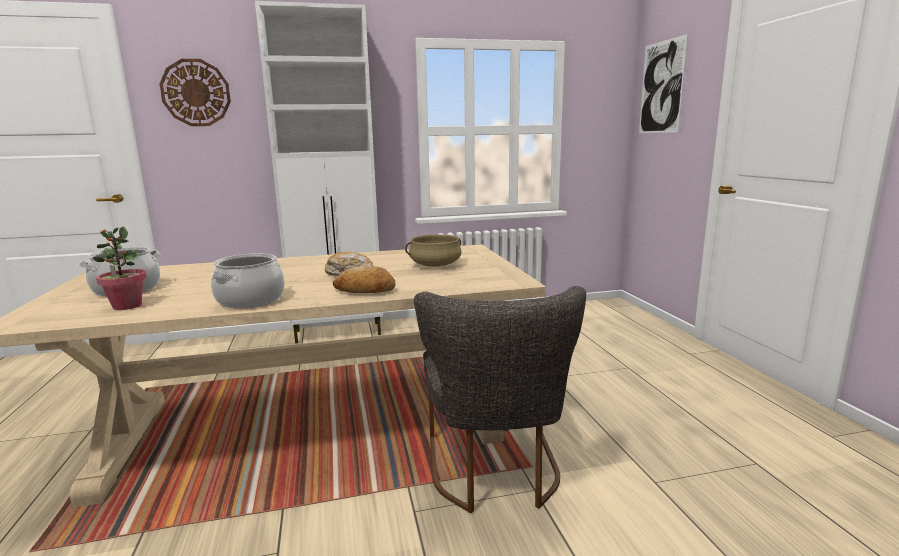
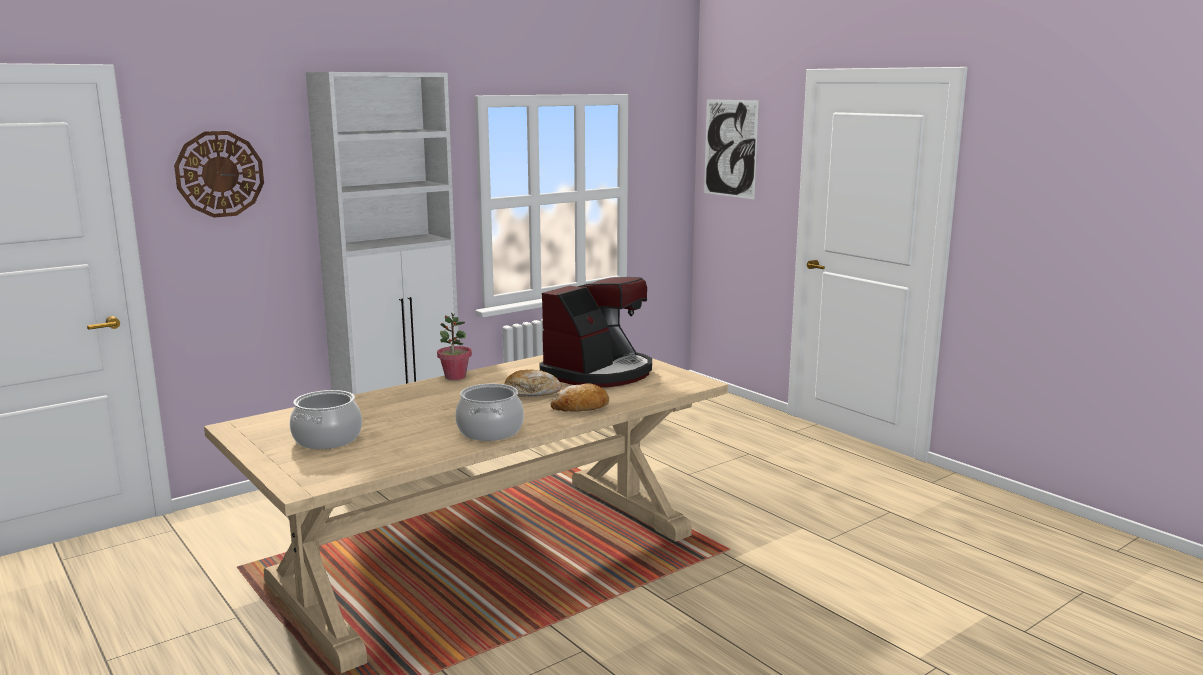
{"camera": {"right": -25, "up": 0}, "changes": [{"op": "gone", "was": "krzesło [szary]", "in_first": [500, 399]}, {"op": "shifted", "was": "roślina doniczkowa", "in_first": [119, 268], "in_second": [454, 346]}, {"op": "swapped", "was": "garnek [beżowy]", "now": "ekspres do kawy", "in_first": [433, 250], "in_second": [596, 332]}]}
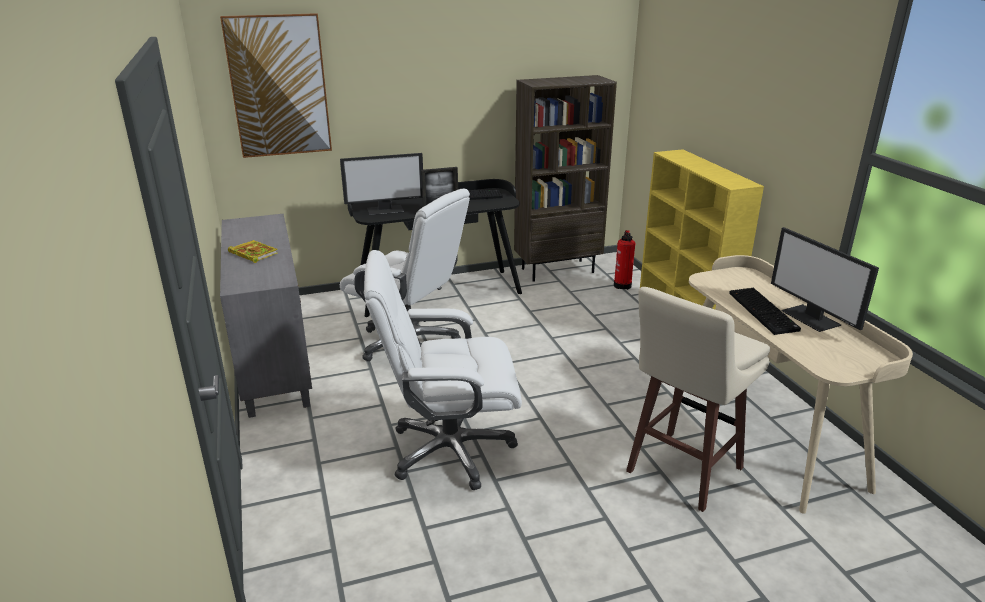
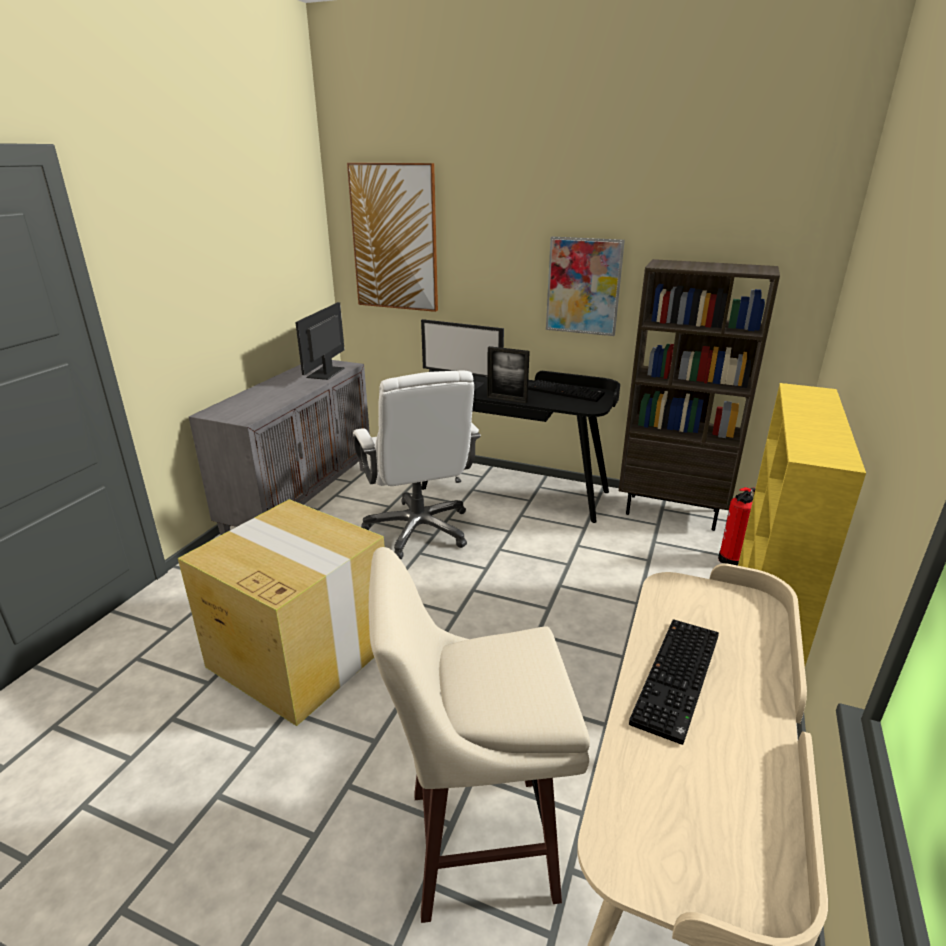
{"camera": {"right": 40, "up": 0}, "changes": [{"op": "gone", "was": "książka", "in_first": [252, 251]}, {"op": "new", "now": "obraz", "in_second": [585, 286]}, {"op": "shifted", "was": "monitor", "in_first": [825, 279], "in_second": [320, 341]}, {"op": "swapped", "was": "krzesło biurowe [biały]", "now": "karton", "in_first": [443, 370], "in_second": [281, 612]}]}
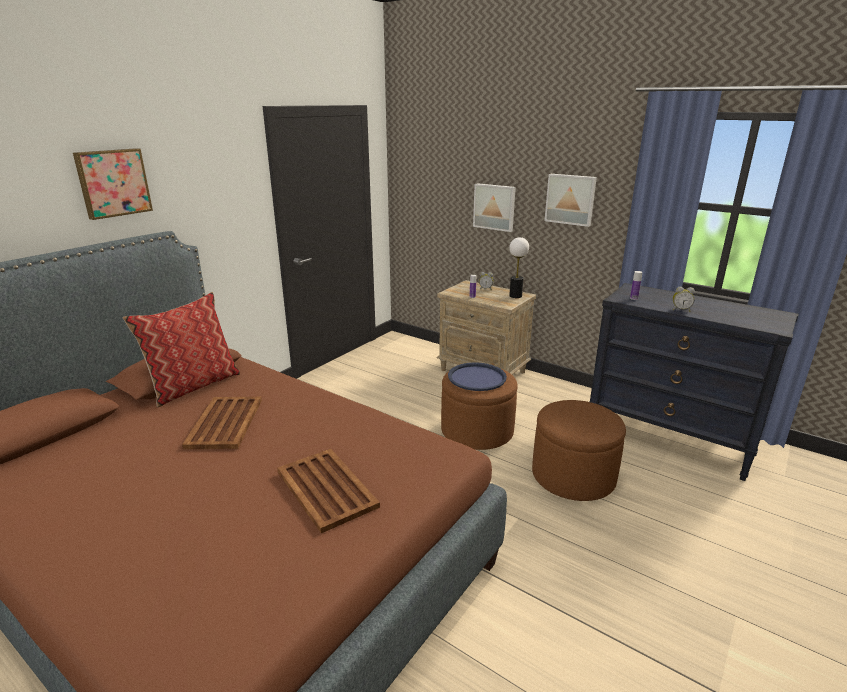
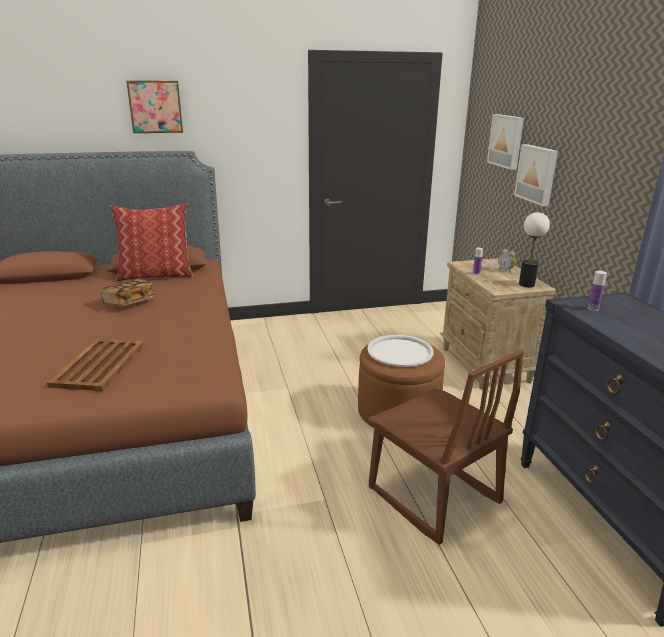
{"camera": {"right": 40, "up": 0}, "changes": [{"op": "gone", "was": "budzik", "in_first": [684, 299]}, {"op": "shifted", "was": "obraz", "in_first": [570, 200], "in_second": [505, 142]}, {"op": "swapped", "was": "taca [brązowy]", "now": "książka", "in_first": [222, 423], "in_second": [127, 292]}, {"op": "swapped", "was": "pufa [brązowy]", "now": "krzesło [brązowy]", "in_first": [579, 450], "in_second": [446, 447]}, {"op": "repainted", "was": "taca [niebieski]", "now": "taca [biały]", "in_first": [477, 376], "in_second": [400, 351]}]}
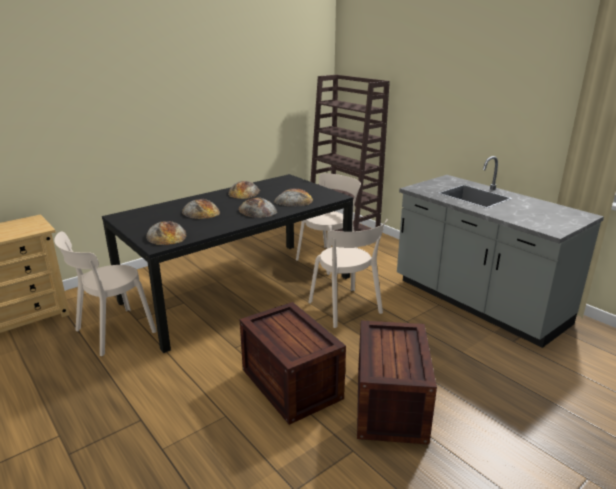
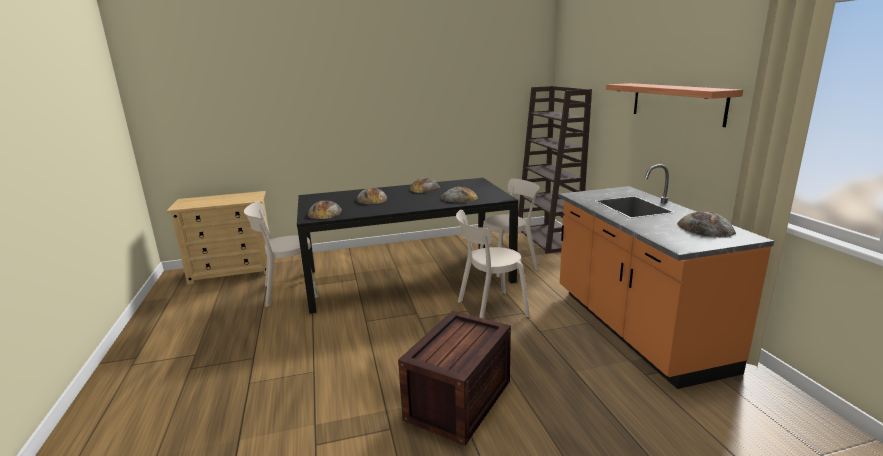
{"camera": {"right": 25, "up": -5}, "changes": [{"op": "gone", "was": "skrzynka", "in_first": [293, 363]}, {"op": "new", "now": "półka", "in_second": [674, 105]}, {"op": "shifted", "was": "chleb", "in_first": [257, 207], "in_second": [706, 224]}, {"op": "repainted", "was": "zabudowa kuchenna [szary]", "now": "zabudowa kuchenna [pomarańczowy]", "in_first": [500, 252], "in_second": [666, 276]}, {"op": "rotated", "was": "krzesło [beżowy]", "in_first": [348, 273], "in_second": [493, 264], "clockwise": 75}]}
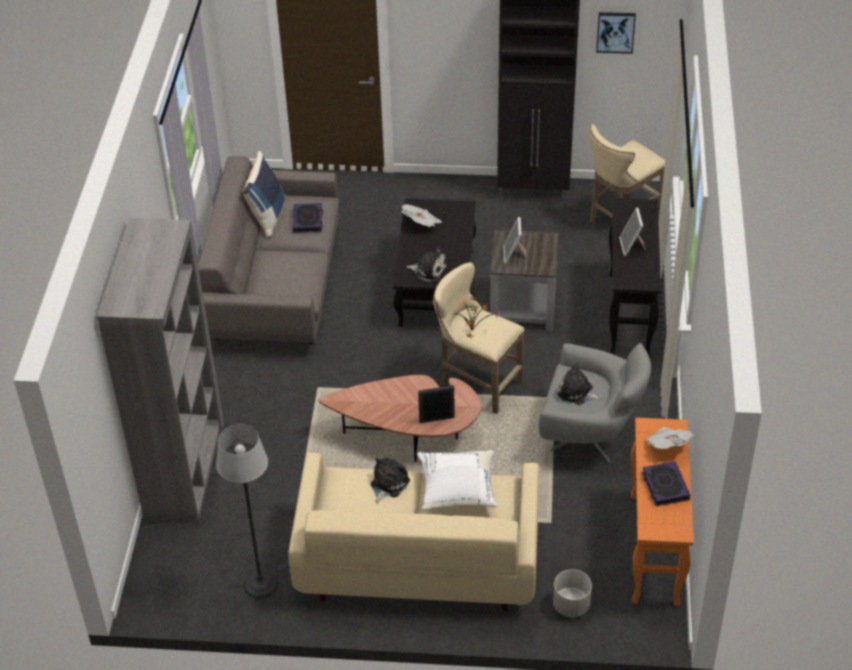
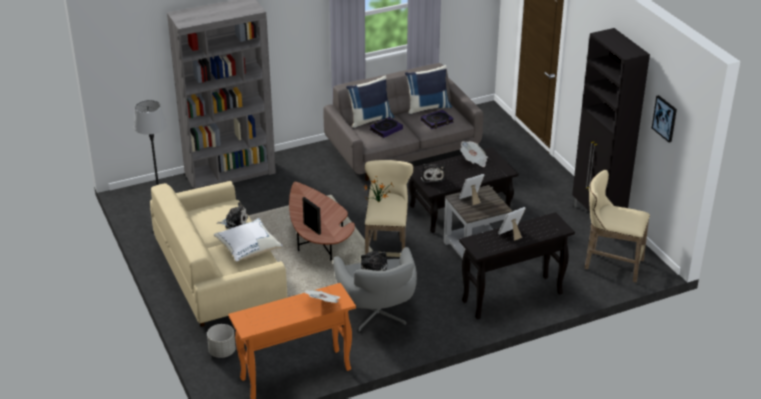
{"camera": {"right": 60, "up": -10}, "changes": [{"op": "new", "now": "poduszka [niebieski]", "in_second": [370, 102]}, {"op": "shifted", "was": "książka", "in_first": [666, 483], "in_second": [386, 127]}]}
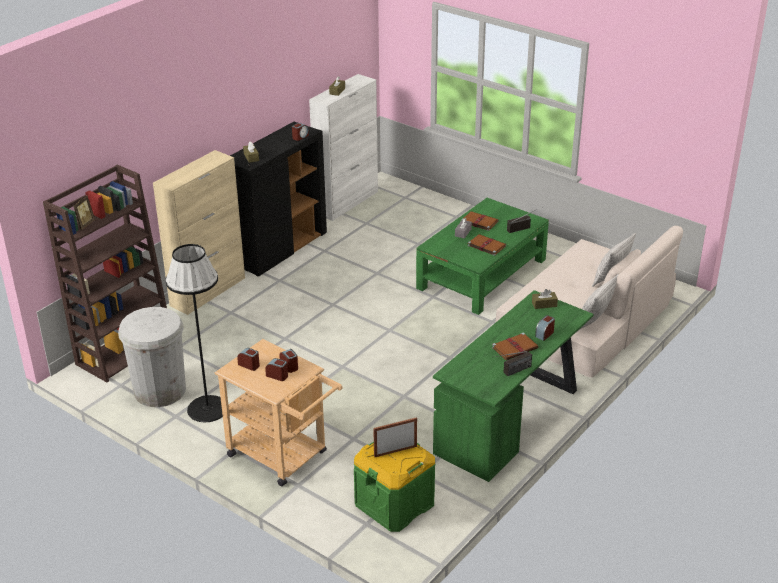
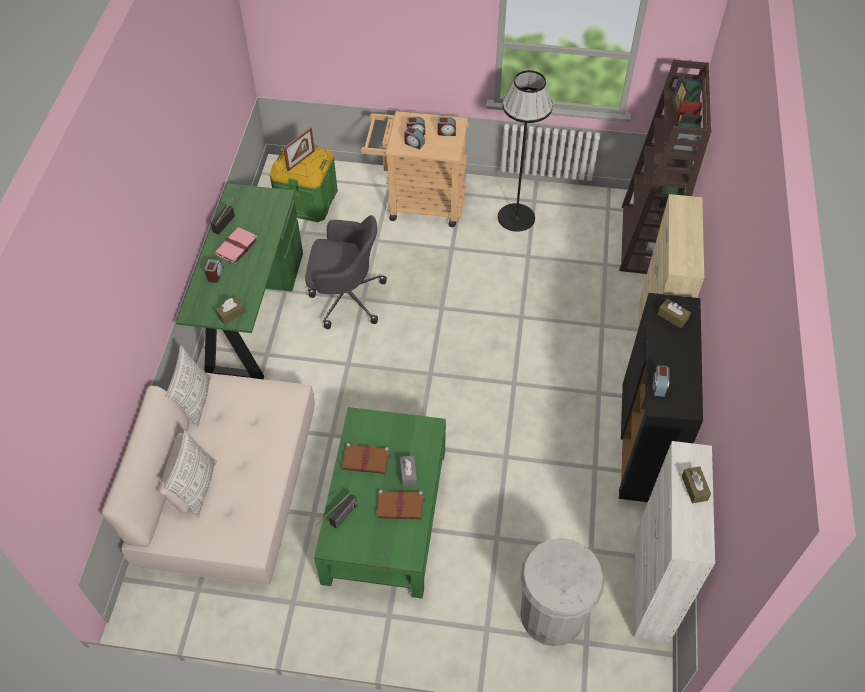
{"camera": {"right": 150, "up": 20}, "changes": [{"op": "new", "now": "krzesło biurowe [szary]", "in_second": [346, 272]}, {"op": "shifted", "was": "kosz na śmieci [biały]", "in_first": [152, 357], "in_second": [562, 592]}, {"op": "repainted", "was": "książka [brązowy]", "now": "książka [różowy]", "in_first": [515, 346], "in_second": [236, 246]}]}
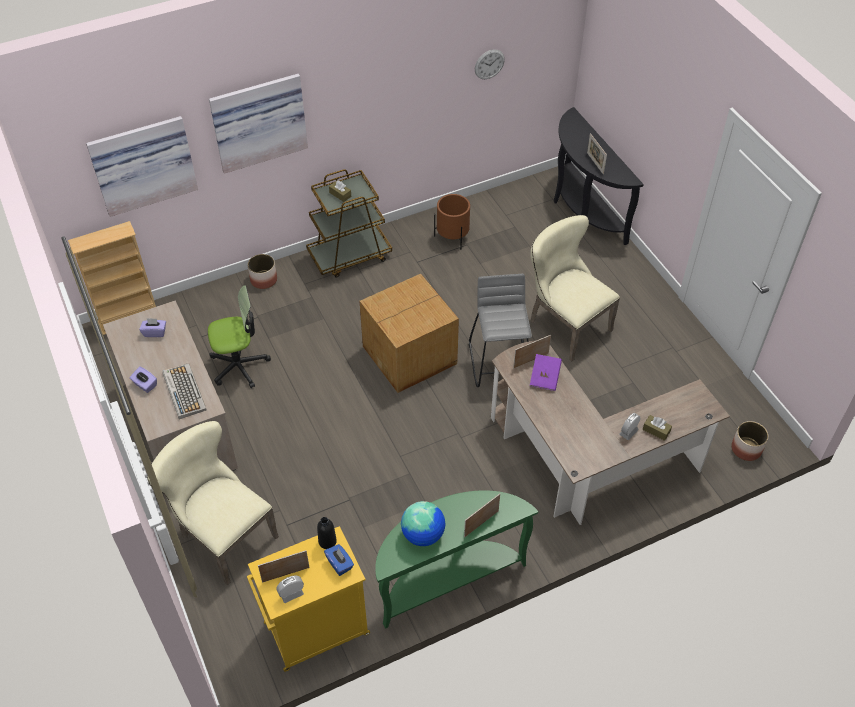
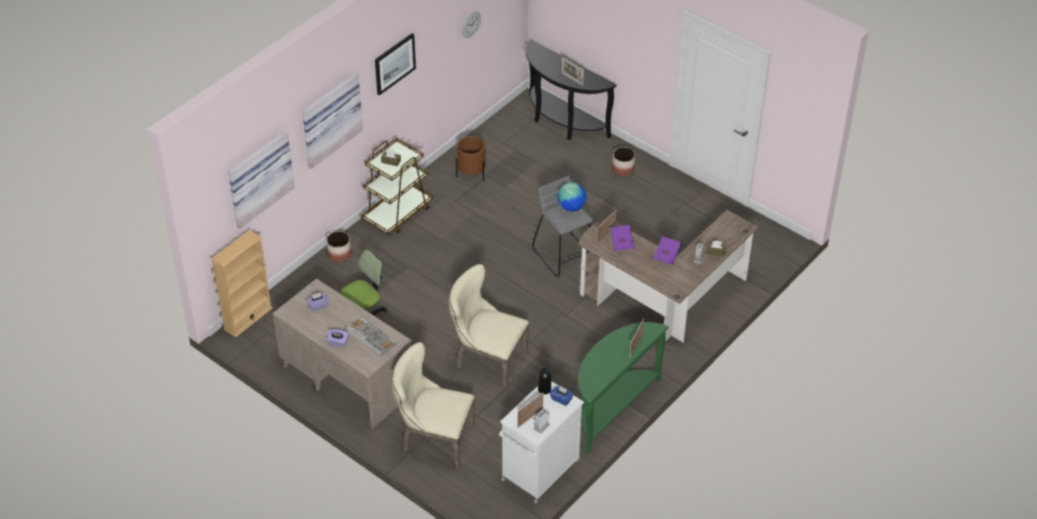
{"camera": {"right": -25, "up": -5}, "changes": [{"op": "gone", "was": "karton", "in_first": [409, 333]}, {"op": "new", "now": "obraz", "in_second": [395, 64]}, {"op": "new", "now": "książka [fioletowy]", "in_second": [667, 251]}, {"op": "shifted", "was": "globus", "in_first": [423, 523], "in_second": [572, 197]}, {"op": "shifted", "was": "krzesło [beżowy]", "in_first": [575, 288], "in_second": [489, 326]}, {"op": "shifted", "was": "donica", "in_first": [749, 441], "in_second": [623, 161]}, {"op": "repainted", "was": "szafka [żółty]", "now": "szafka [biały]", "in_first": [308, 599], "in_second": [541, 442]}]}
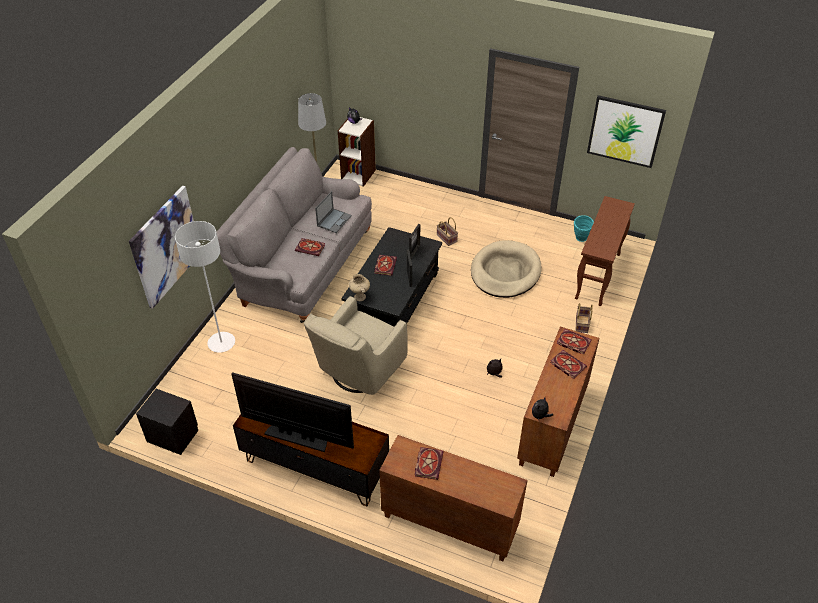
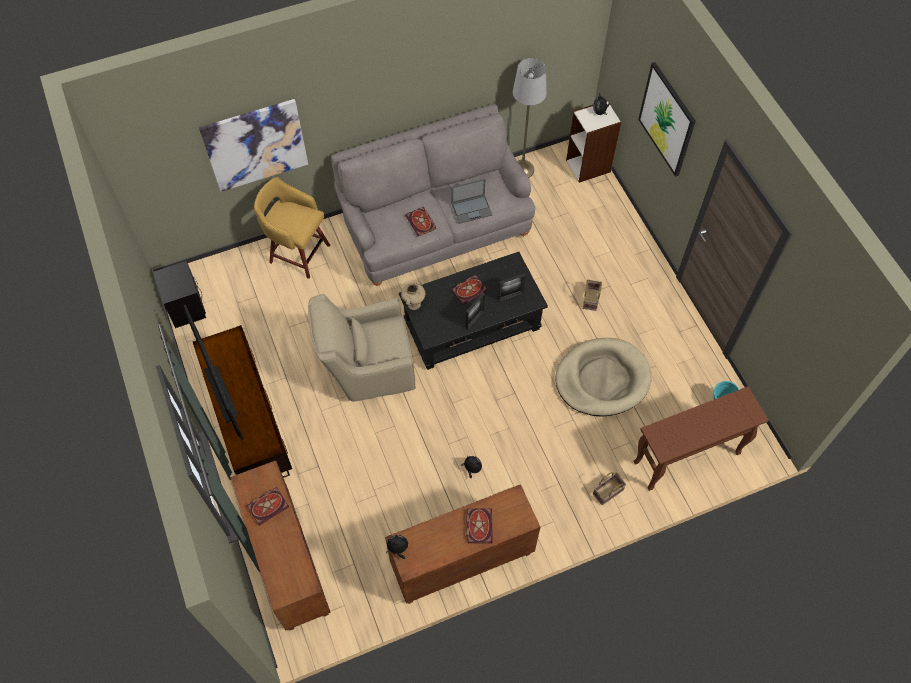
{"camera": {"right": 45, "up": 15}, "changes": [{"op": "gone", "was": "książka", "in_first": [574, 342]}, {"op": "shifted", "was": "obraz", "in_first": [626, 131], "in_second": [667, 119]}, {"op": "swapped", "was": "lampa stojąca [biały]", "now": "stołek [żółty]", "in_first": [205, 287], "in_second": [292, 228]}]}
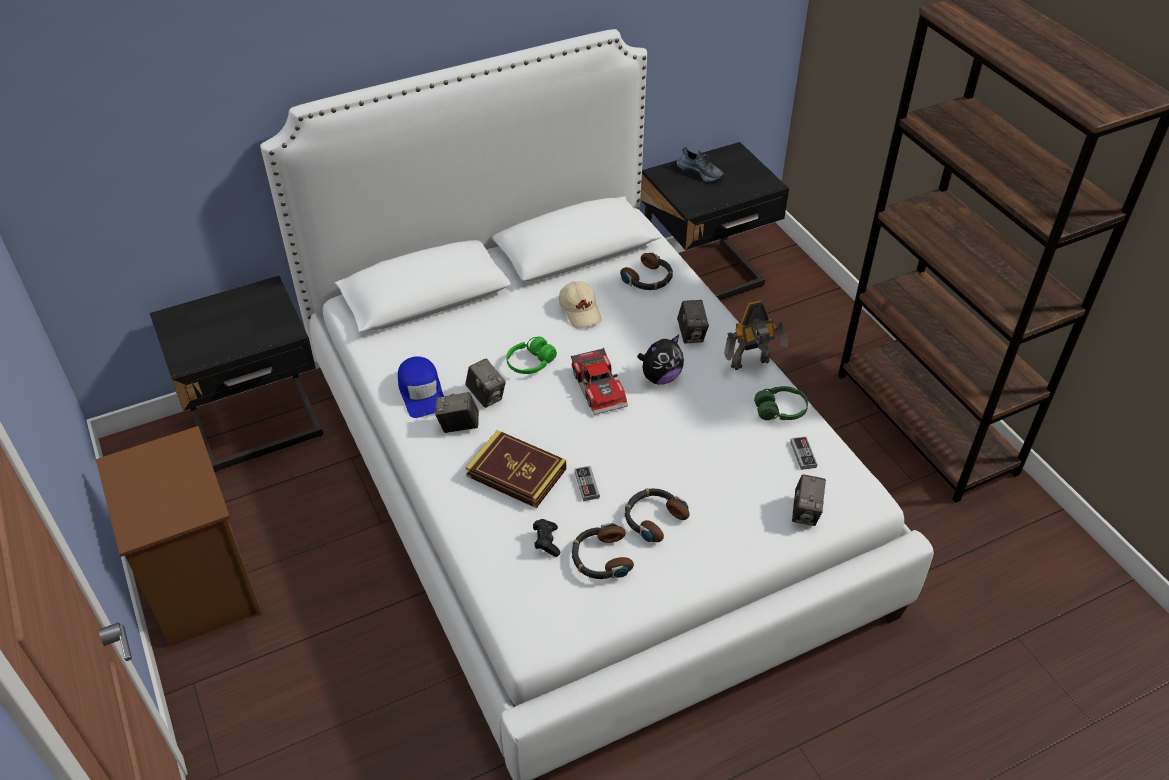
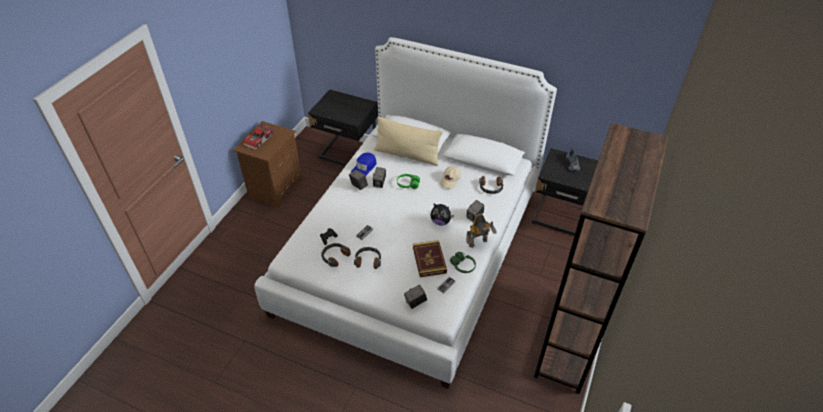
{"camera": {"right": 50, "up": 0}, "changes": [{"op": "new", "now": "poduszka [beżowy]", "in_second": [408, 141]}, {"op": "shifted", "was": "książka", "in_first": [516, 469], "in_second": [430, 258]}, {"op": "shifted", "was": "samochodzik", "in_first": [599, 381], "in_second": [258, 137]}, {"op": "rotated", "was": "robot zabawkowy", "in_first": [756, 335], "in_second": [481, 231], "clockwise": -60}]}
